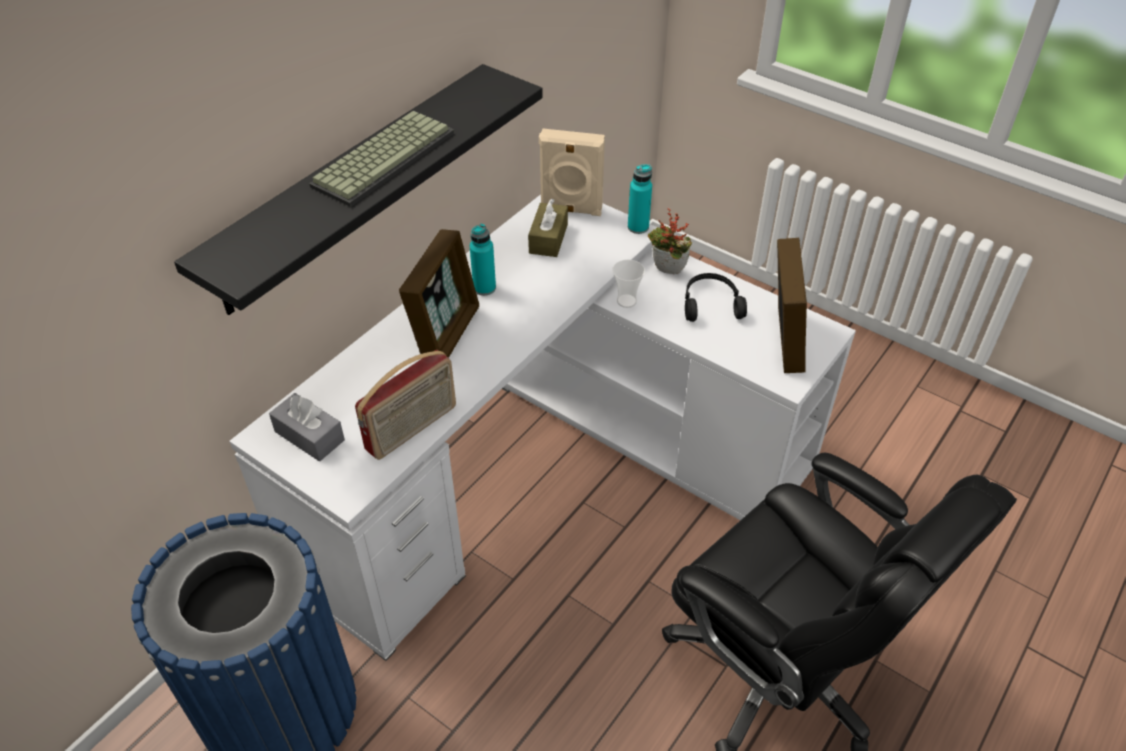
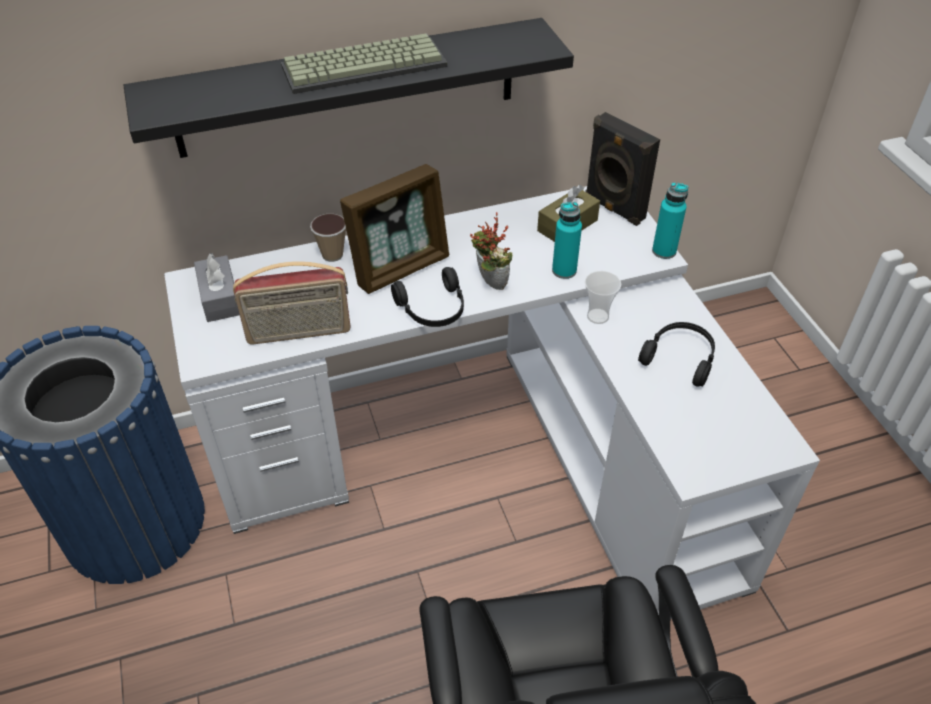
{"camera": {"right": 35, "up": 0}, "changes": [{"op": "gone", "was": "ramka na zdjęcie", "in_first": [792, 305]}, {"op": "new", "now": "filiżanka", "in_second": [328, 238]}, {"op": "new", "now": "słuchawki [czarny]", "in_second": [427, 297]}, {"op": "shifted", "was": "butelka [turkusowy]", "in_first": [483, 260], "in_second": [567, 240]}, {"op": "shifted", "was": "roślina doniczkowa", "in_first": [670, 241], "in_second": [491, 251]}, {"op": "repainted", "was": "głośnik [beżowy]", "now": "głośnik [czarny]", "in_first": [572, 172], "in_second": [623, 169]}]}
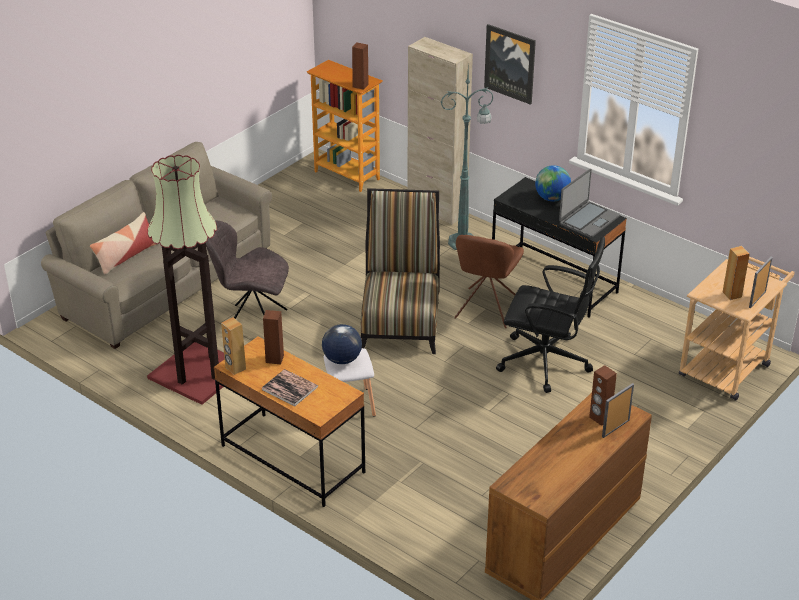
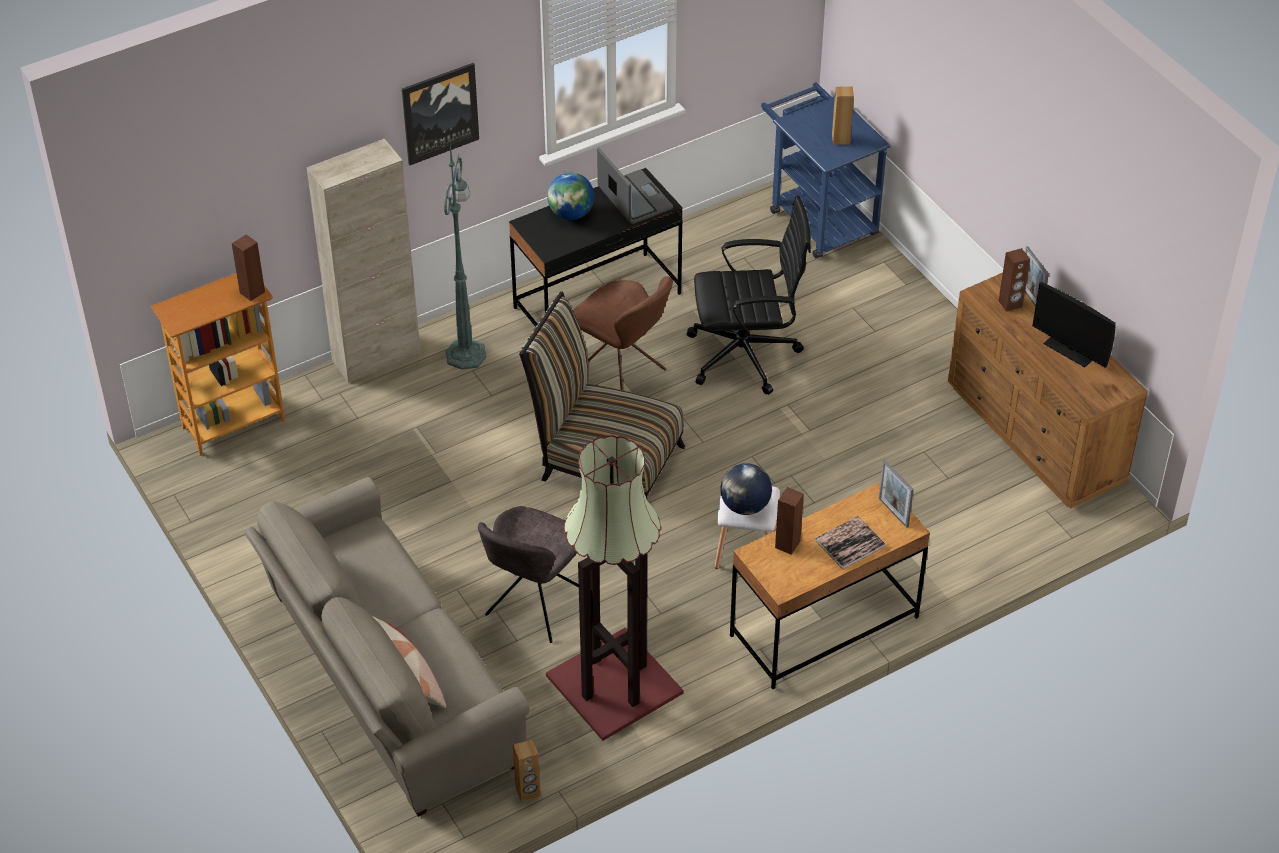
{"camera": {"right": -70, "up": 10}, "changes": [{"op": "new", "now": "monitor", "in_second": [1074, 325]}, {"op": "shifted", "was": "głośnik [brązowy]", "in_first": [233, 346], "in_second": [527, 770]}, {"op": "shifted", "was": "ramka na zdjęcie", "in_first": [761, 282], "in_second": [896, 494]}, {"op": "repainted", "was": "wózek [beżowy]", "now": "wózek [niebieski]", "in_first": [737, 328], "in_second": [826, 170]}, {"op": "rotated", "was": "krzesło biurowe [czarny]", "in_first": [550, 314], "in_second": [749, 295], "clockwise": 45}]}
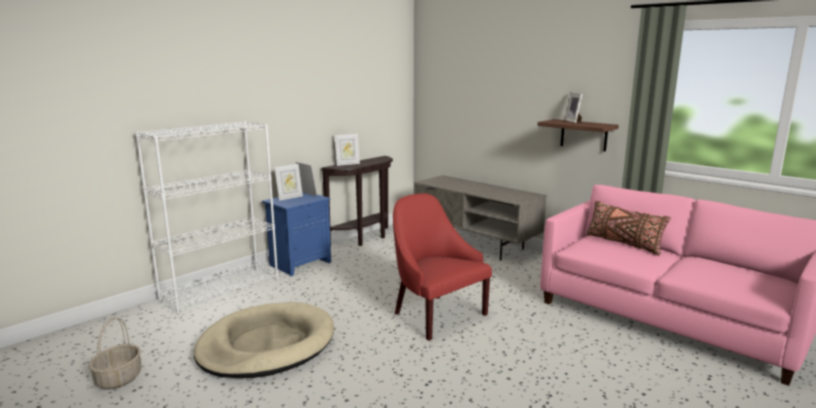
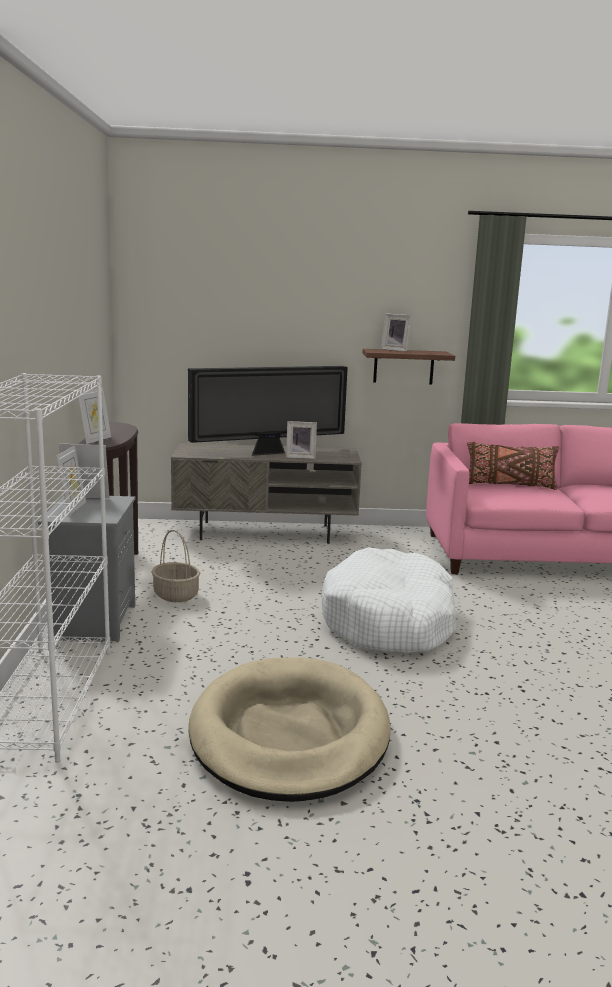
{"camera": {"right": -45, "up": 0}, "changes": [{"op": "new", "now": "telewizor", "in_second": [268, 411]}, {"op": "new", "now": "ramka na zdjęcie", "in_second": [301, 440]}, {"op": "shifted", "was": "koszyk", "in_first": [115, 354], "in_second": [176, 566]}, {"op": "swapped", "was": "fotel [czerwony]", "now": "legowisko [biały]", "in_first": [442, 267], "in_second": [388, 600]}, {"op": "repainted", "was": "szafka nocna [niebieski]", "now": "szafka nocna [szary]", "in_first": [296, 234], "in_second": [86, 569]}]}
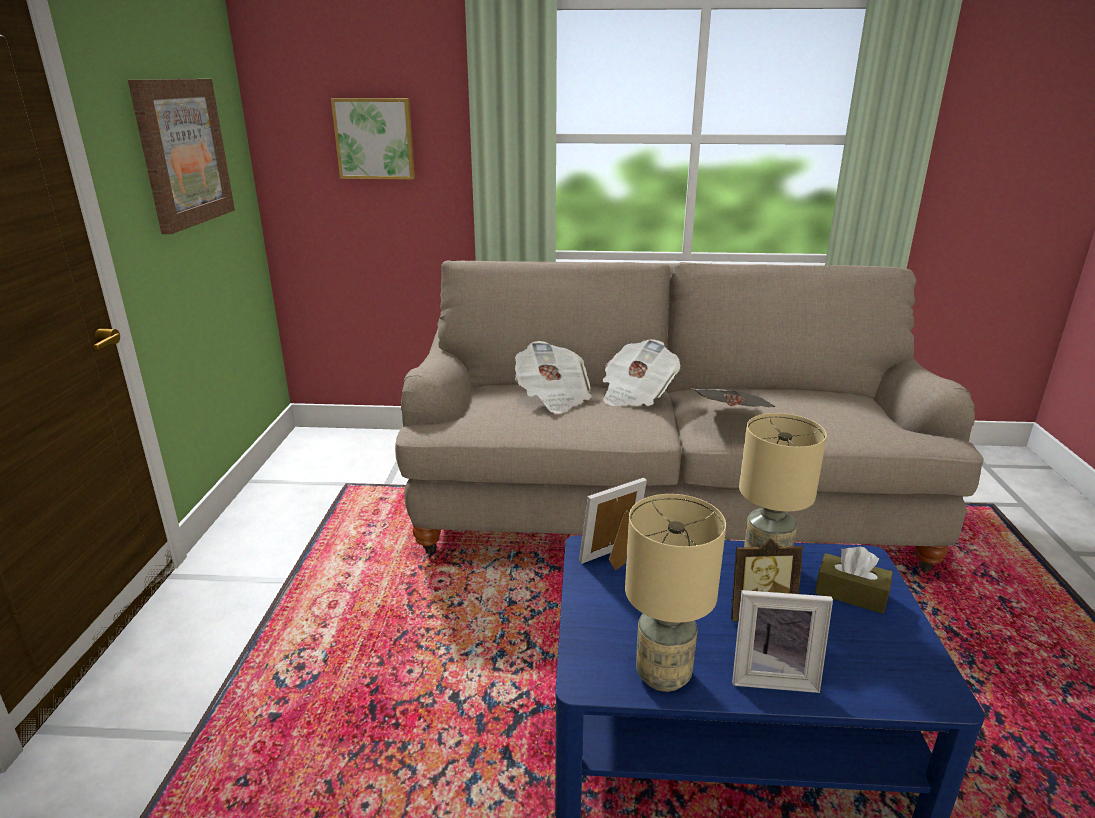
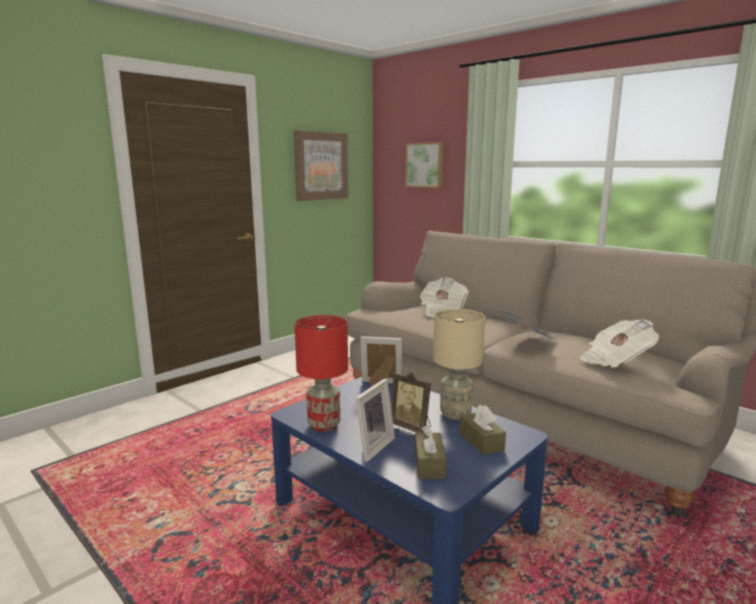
{"camera": {"right": 40, "up": -10}, "changes": [{"op": "new", "now": "pudełko chusteczek [brązowy]", "in_second": [430, 452]}, {"op": "shifted", "was": "gazeta", "in_first": [641, 372], "in_second": [619, 343]}, {"op": "repainted", "was": "lampa stołowa [beżowy]", "now": "lampa stołowa [czerwony]", "in_first": [675, 593], "in_second": [321, 373]}, {"op": "rotated", "was": "ramka na zdjęcie", "in_first": [782, 641], "in_second": [375, 420], "clockwise": -105}]}
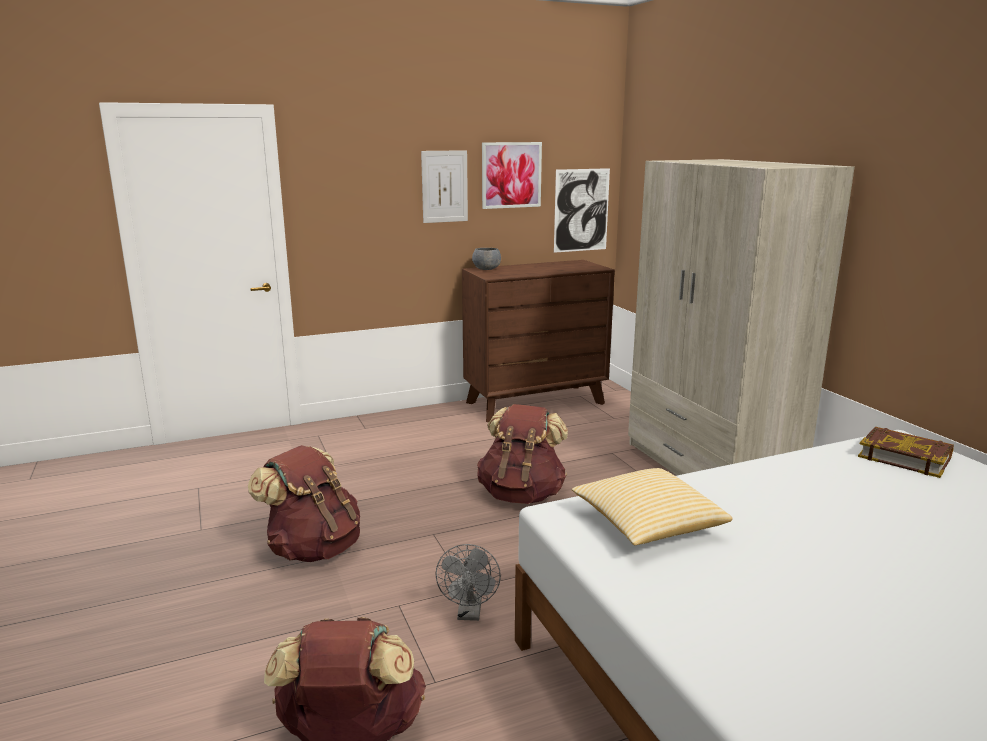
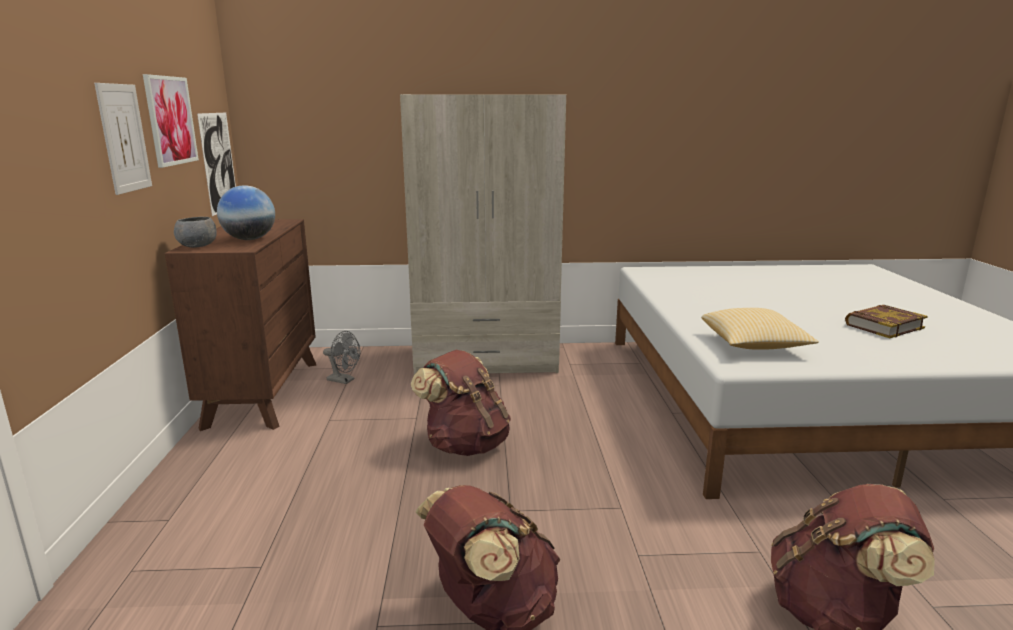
{"camera": {"right": -70, "up": 0}, "changes": [{"op": "new", "now": "globus", "in_second": [246, 212]}, {"op": "shifted", "was": "wentylator [szary]", "in_first": [468, 582], "in_second": [341, 357]}, {"op": "shifted", "was": "książka", "in_first": [906, 452], "in_second": [886, 321]}]}
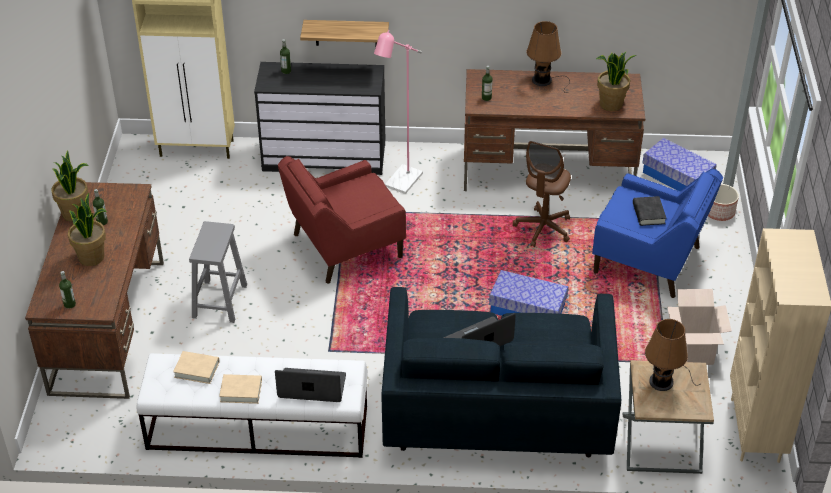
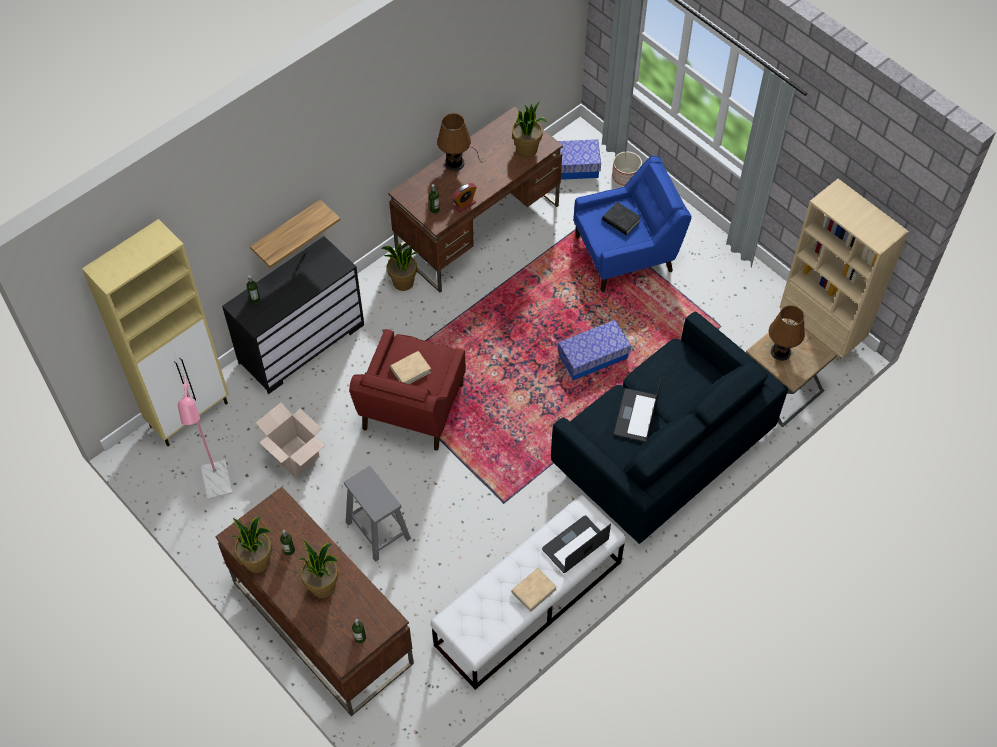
{"camera": {"right": -45, "up": 15}, "changes": [{"op": "gone", "was": "krzesło biurowe [brązowy]", "in_first": [542, 194]}, {"op": "new", "now": "roślina doniczkowa", "in_second": [399, 267]}, {"op": "new", "now": "budzik", "in_second": [464, 197]}, {"op": "shifted", "was": "książka [beżowy]", "in_first": [196, 367], "in_second": [410, 367]}, {"op": "shifted", "was": "lampa stojąca [różowy]", "in_first": [398, 112], "in_second": [205, 437]}, {"op": "shifted", "was": "karton", "in_first": [699, 327], "in_second": [291, 439]}]}
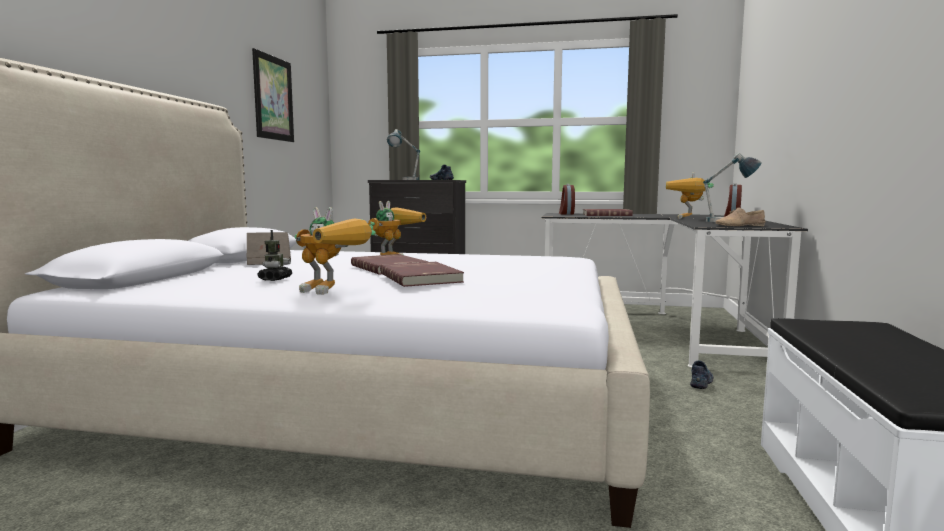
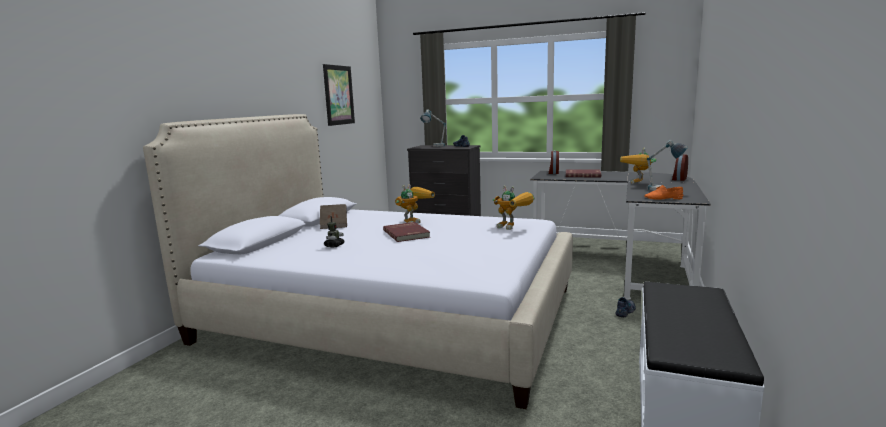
{"camera": {"right": 10, "up": 5}, "changes": [{"op": "gone", "was": "książka [czerwony]", "in_first": [422, 274]}, {"op": "shifted", "was": "robot zabawkowy", "in_first": [335, 251], "in_second": [514, 208]}, {"op": "repainted", "was": "but [beżowy]", "now": "but [pomarańczowy]", "in_first": [740, 216], "in_second": [664, 192]}]}
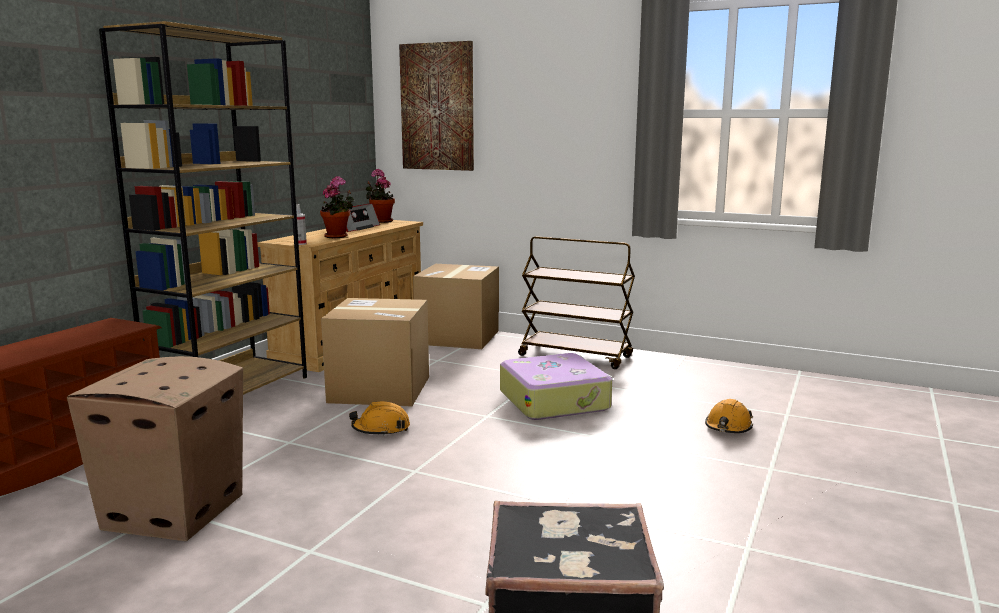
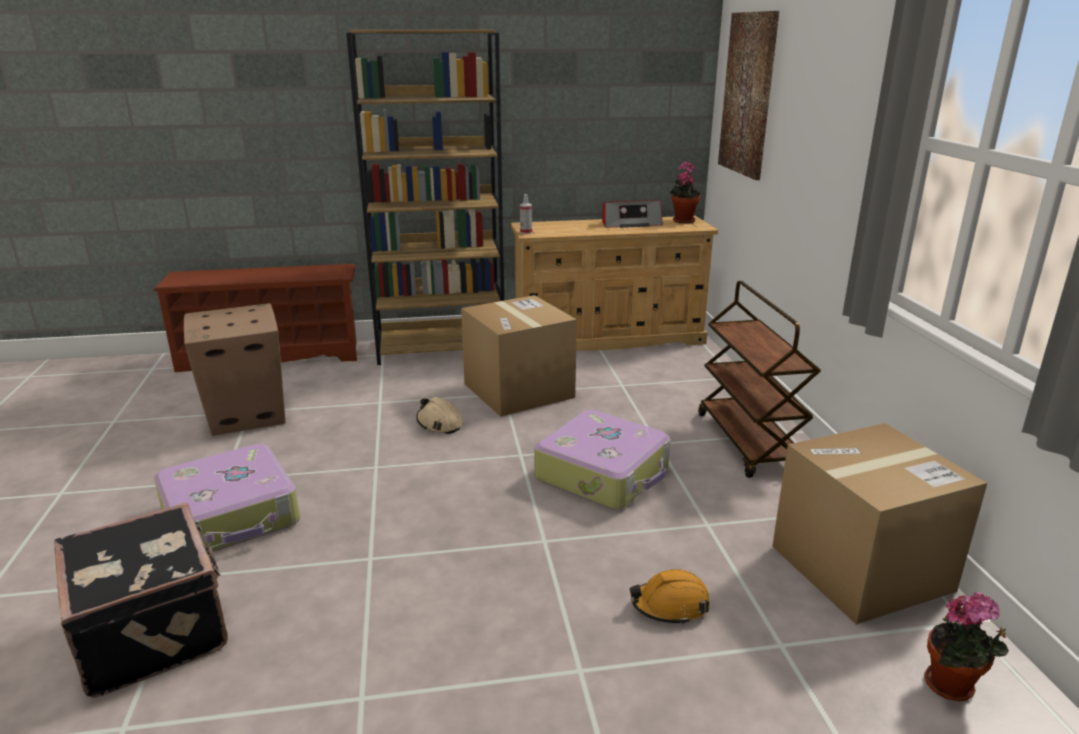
{"camera": {"right": 55, "up": 10}, "changes": [{"op": "new", "now": "walizka", "in_second": [227, 498]}, {"op": "shifted", "was": "roślina doniczkowa", "in_first": [337, 207], "in_second": [966, 646]}, {"op": "shifted", "was": "karton", "in_first": [456, 306], "in_second": [879, 524]}, {"op": "repainted", "was": "kask [pomarańczowy]", "now": "kask [beżowy]", "in_first": [379, 418], "in_second": [439, 415]}]}
